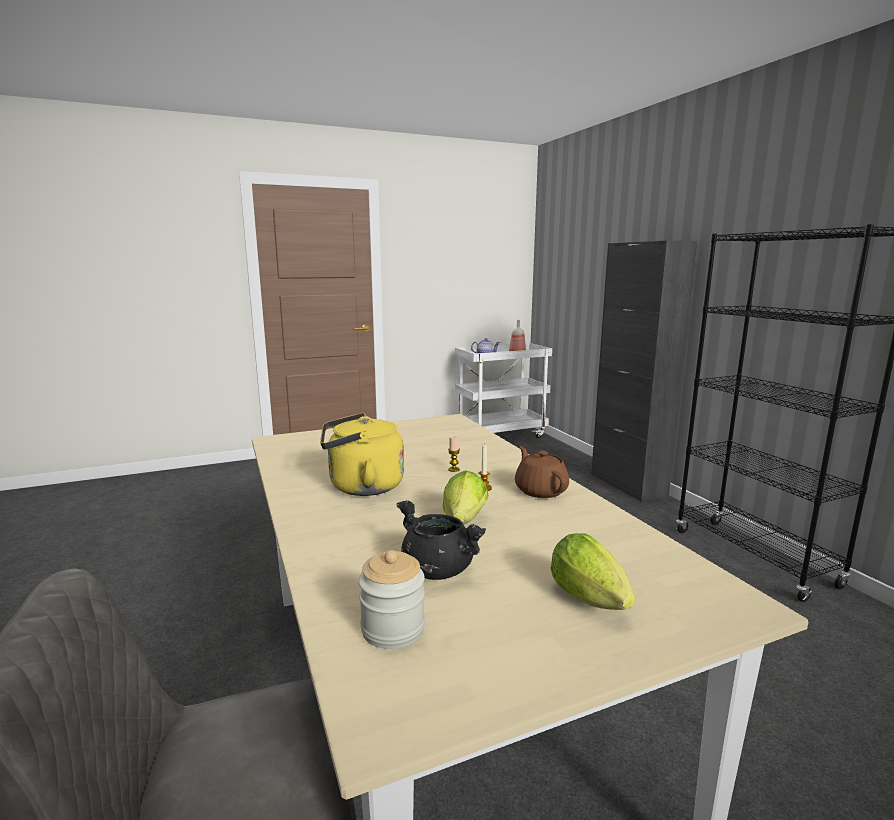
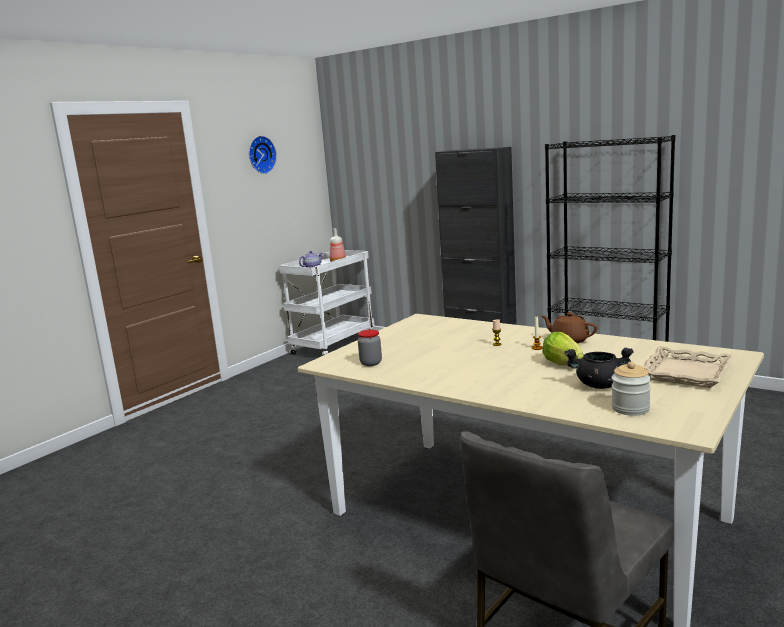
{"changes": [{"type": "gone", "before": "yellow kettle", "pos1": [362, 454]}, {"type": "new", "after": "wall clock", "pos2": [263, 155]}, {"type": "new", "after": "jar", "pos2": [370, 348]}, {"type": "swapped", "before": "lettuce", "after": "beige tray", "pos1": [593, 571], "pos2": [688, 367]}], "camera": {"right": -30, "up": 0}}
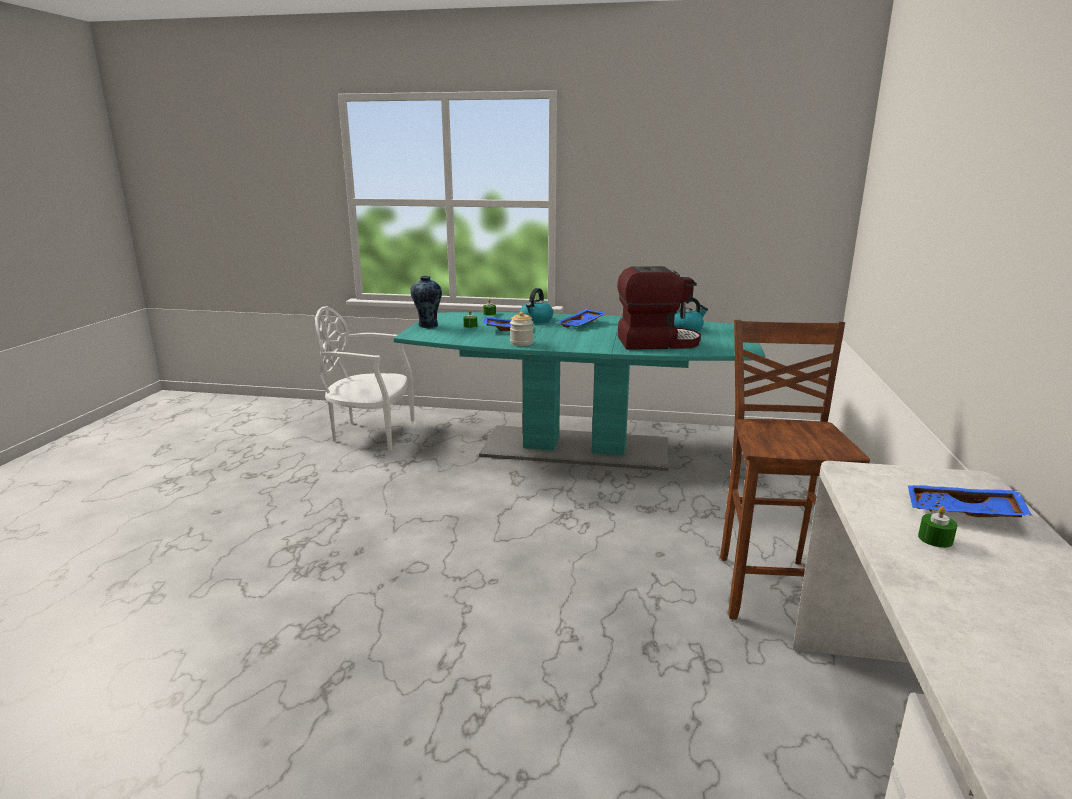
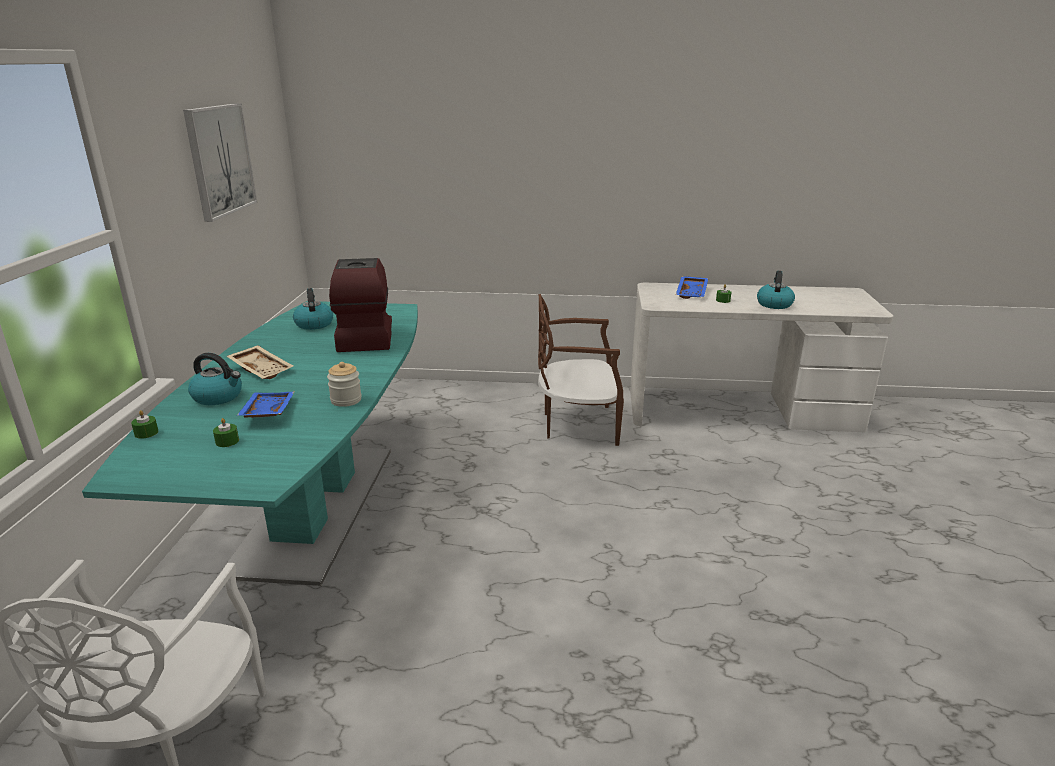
{"changes": [{"type": "gone", "before": "vase", "pos1": [426, 302]}, {"type": "new", "after": "picture", "pos2": [220, 162]}, {"type": "new", "after": "kettle", "pos2": [776, 290]}, {"type": "swapped", "before": "brown stool", "after": "brown chair", "pos1": [795, 469], "pos2": [581, 370]}, {"type": "repainted", "before": "blue tray", "after": "beige tray", "pos1": [581, 318], "pos2": [259, 362]}], "camera": {"right": -95, "up": 5}}
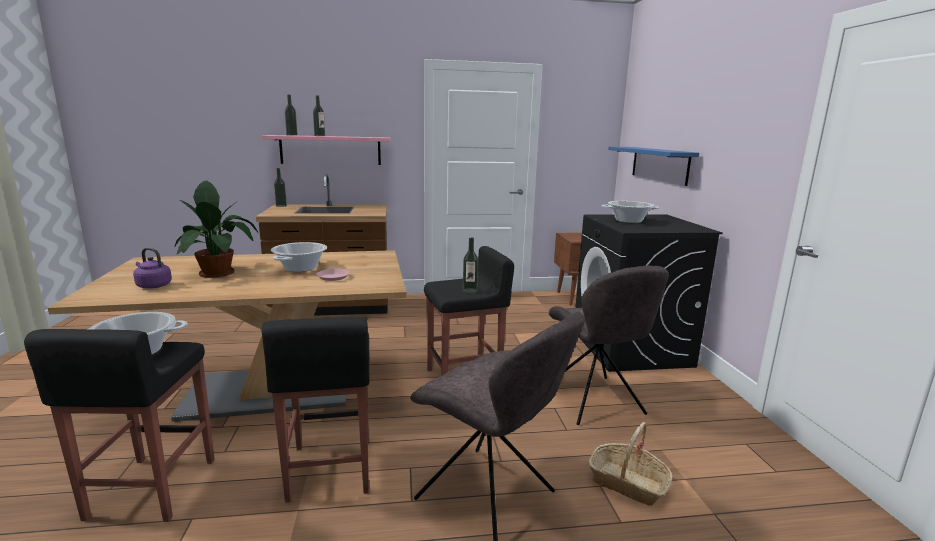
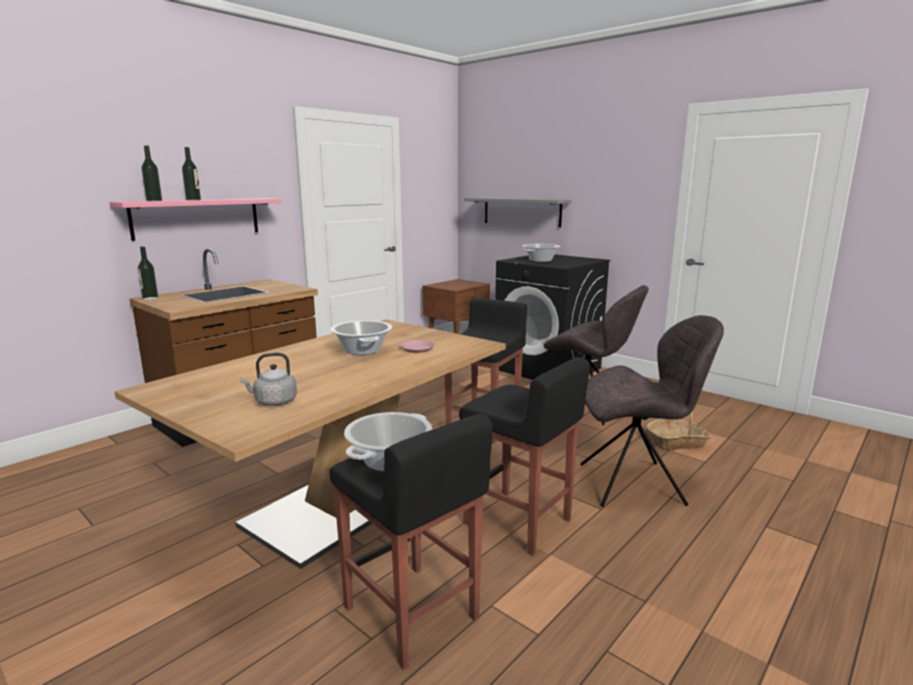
{"changes": [{"type": "gone", "before": "potted plant", "pos1": [216, 229]}, {"type": "gone", "before": "bottle", "pos1": [470, 265]}, {"type": "repainted", "before": "purple kettle", "after": "grey kettle", "pos1": [152, 268], "pos2": [268, 379]}, {"type": "repainted", "before": "blue shelf", "after": "grey shelf", "pos1": [653, 166], "pos2": [517, 212]}], "camera": {"right": -40, "up": 0}}
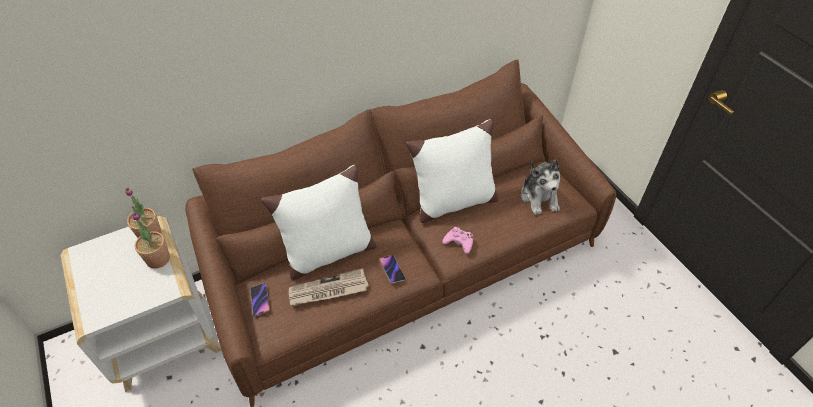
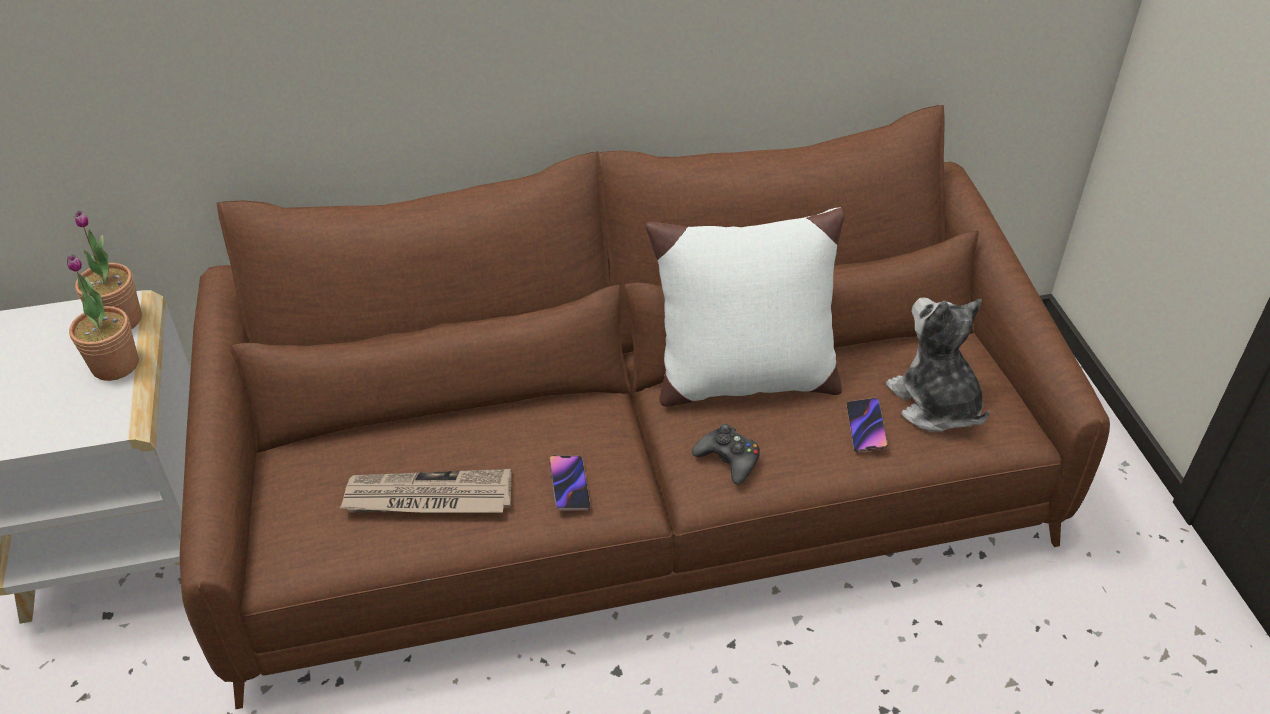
{"changes": [{"type": "gone", "before": "white pillow", "pos1": [319, 222]}, {"type": "shifted", "before": "phone", "pos1": [260, 299], "pos2": [867, 425]}, {"type": "repainted", "before": "pink game controller", "after": "black game controller", "pos1": [457, 240], "pos2": [726, 454]}, {"type": "rotated", "before": "plush toy", "pos1": [540, 187], "pos2": [938, 364], "turn": 150}], "camera": {"right": 15, "up": -5}}
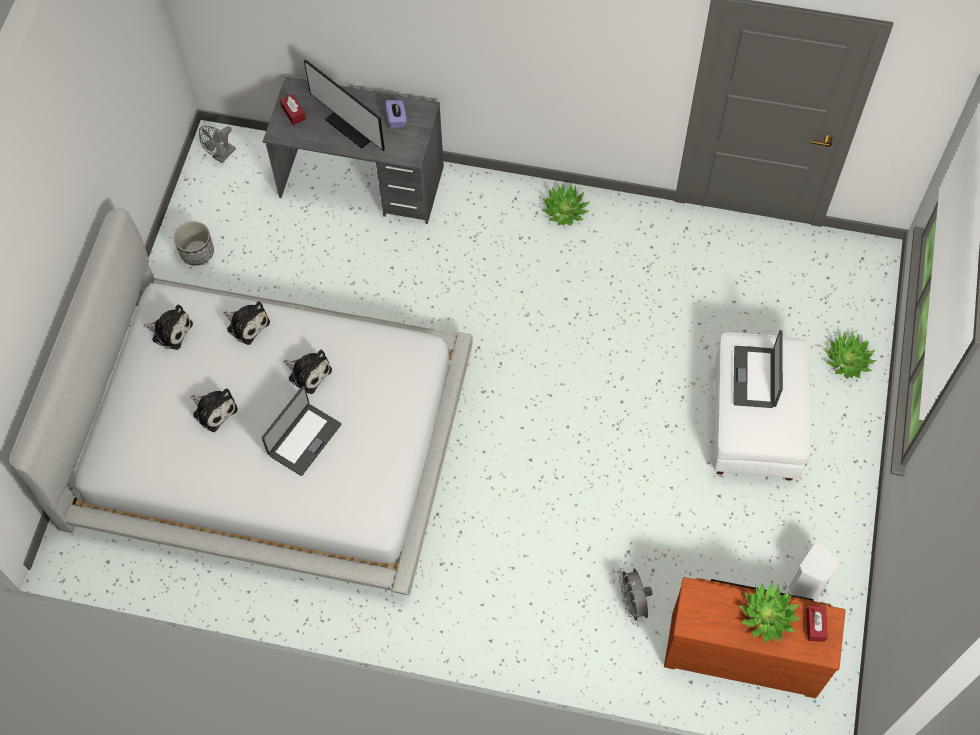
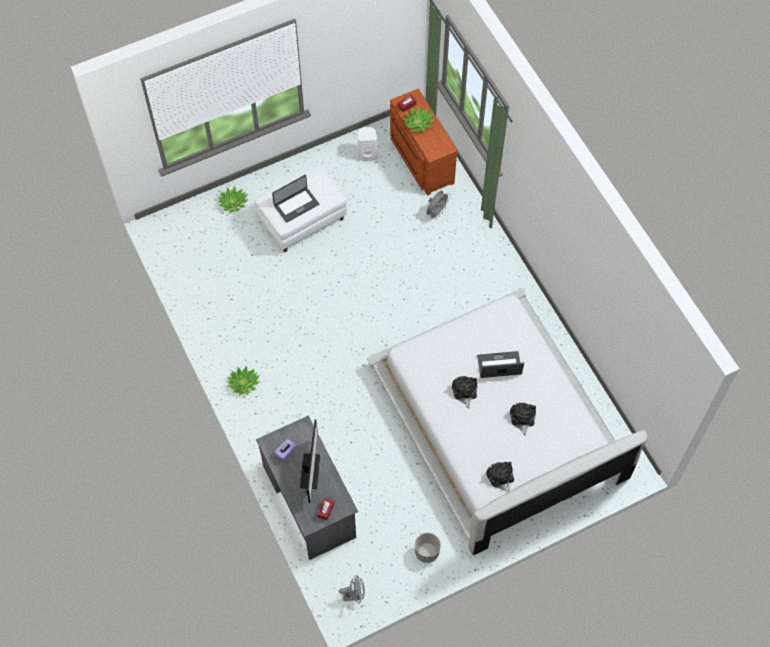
{"changes": [{"type": "gone", "before": "plush toy", "pos1": [246, 323]}], "camera": {"right": -130, "up": 0}}
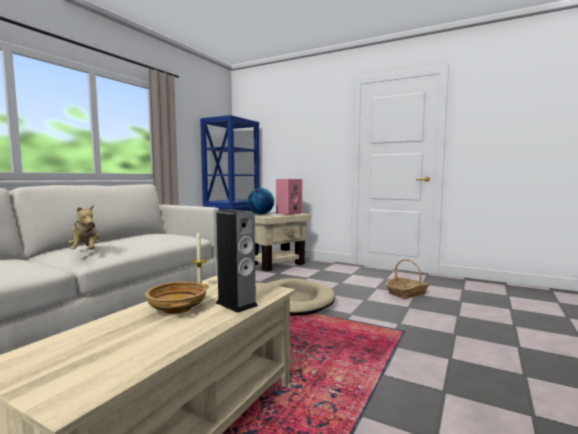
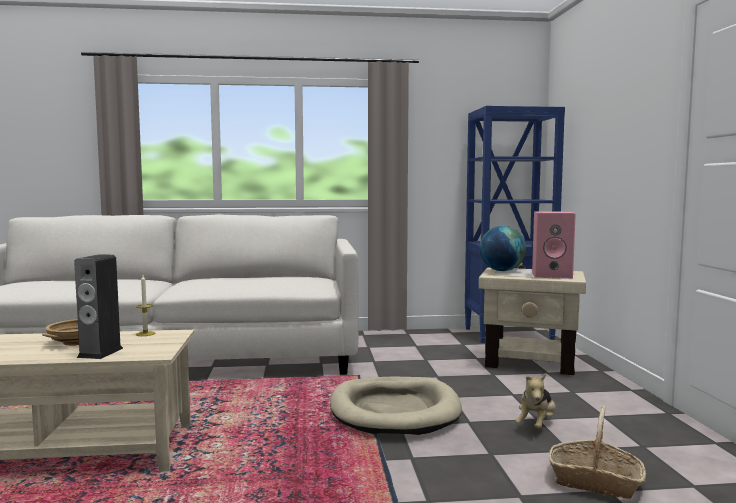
{"changes": [{"type": "shifted", "before": "plush toy", "pos1": [84, 226], "pos2": [535, 401]}], "camera": {"right": 55, "up": 0}}
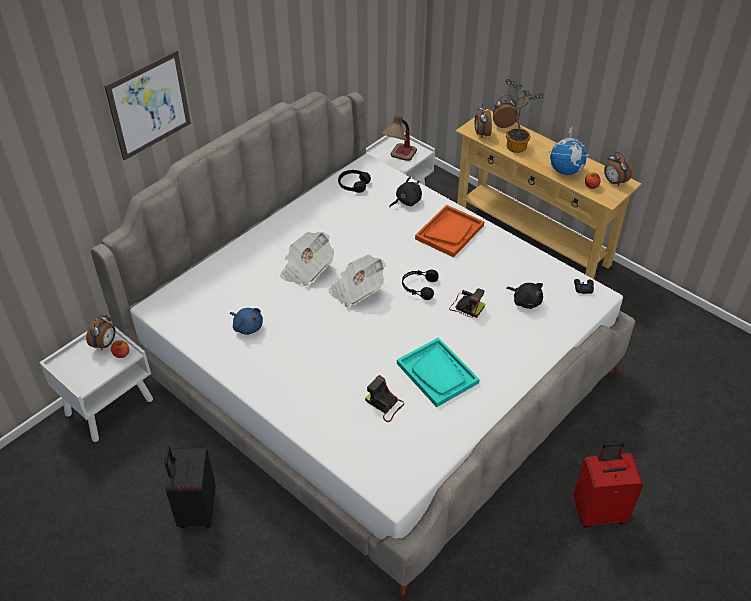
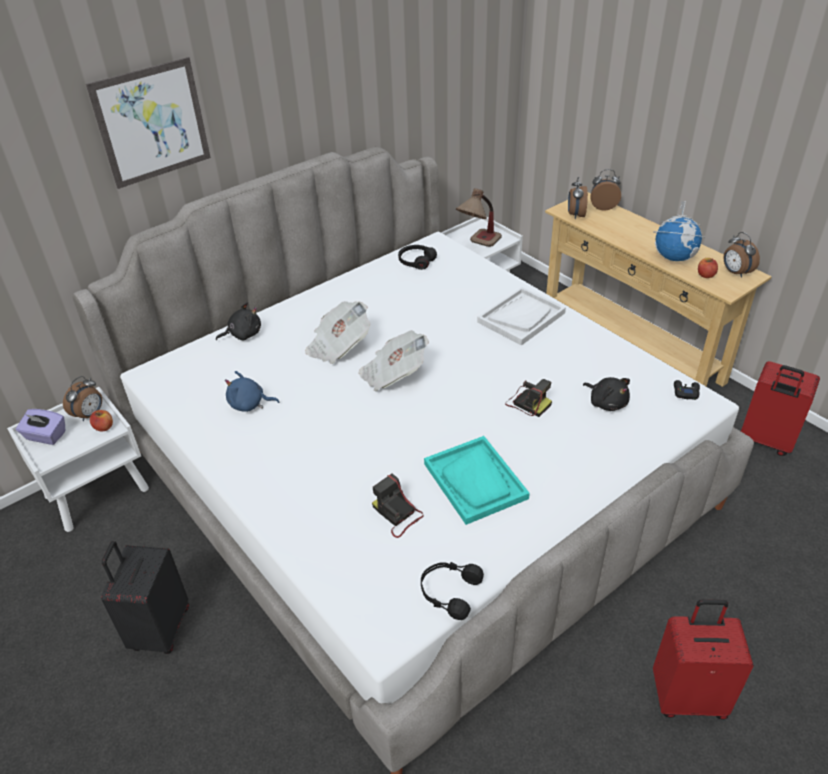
{"changes": [{"type": "gone", "before": "potted plant", "pos1": [525, 116]}, {"type": "new", "after": "purple tissue box", "pos2": [40, 427]}, {"type": "new", "after": "red suitcase", "pos2": [780, 408]}, {"type": "shifted", "before": "black plush toy", "pos1": [405, 192], "pos2": [238, 321]}, {"type": "shifted", "before": "black headphones", "pos1": [420, 284], "pos2": [452, 591]}, {"type": "repainted", "before": "orange tray", "after": "white tray", "pos1": [449, 231], "pos2": [521, 316]}, {"type": "rotated", "before": "blue plush toy", "pos1": [246, 321], "pos2": [252, 391], "turn": 135}], "camera": {"right": 10, "up": -5}}
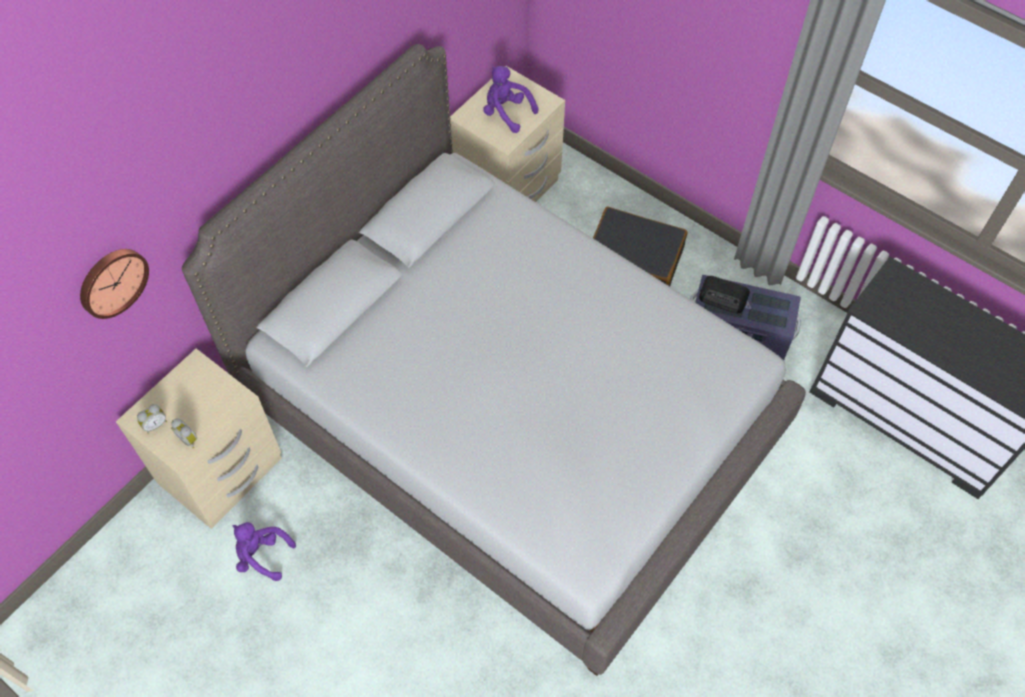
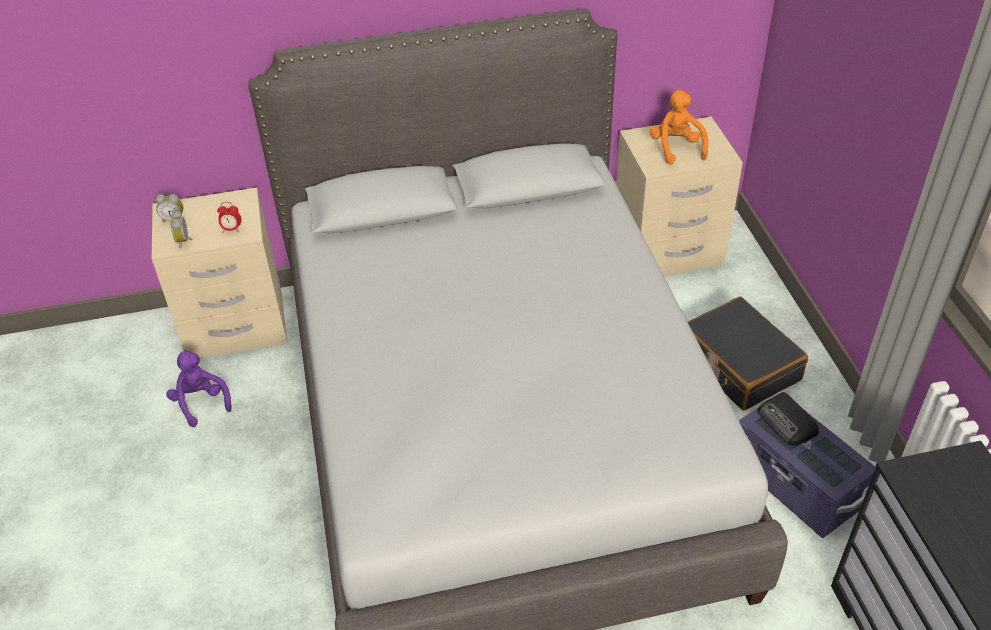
{"changes": [{"type": "gone", "before": "wall clock", "pos1": [114, 284]}, {"type": "new", "after": "alarm clock", "pos2": [229, 217]}, {"type": "repainted", "before": "purple plush toy", "after": "orange plush toy", "pos1": [511, 99], "pos2": [679, 127]}], "camera": {"right": 40, "up": -15}}
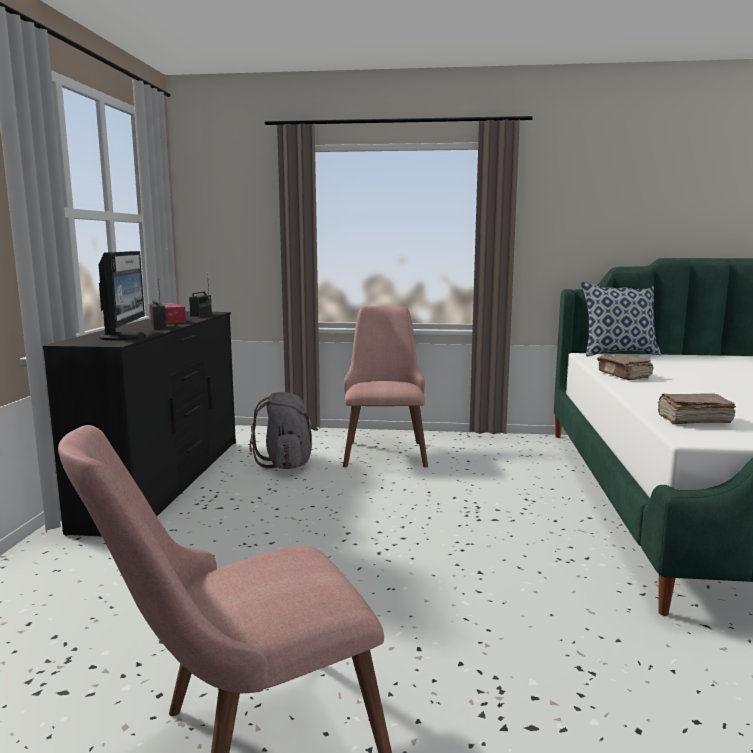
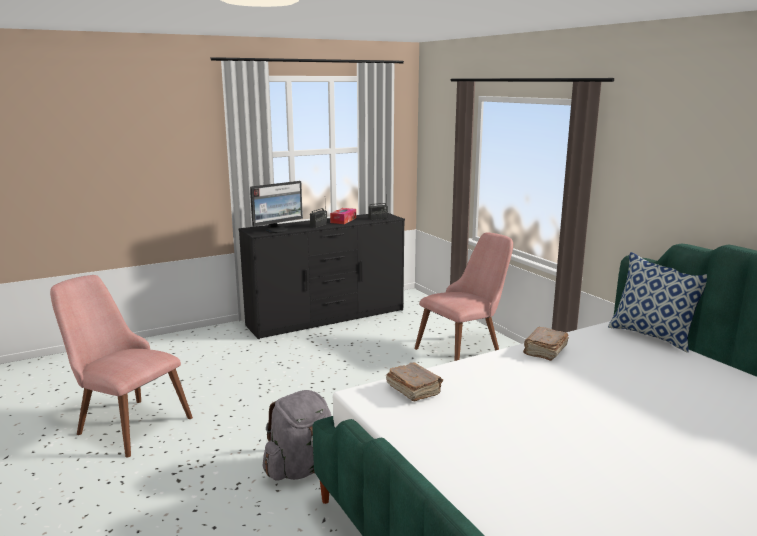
{"changes": [{"type": "shifted", "before": "grey backpack", "pos1": [284, 430], "pos2": [297, 435]}], "camera": {"right": 55, "up": 5}}
